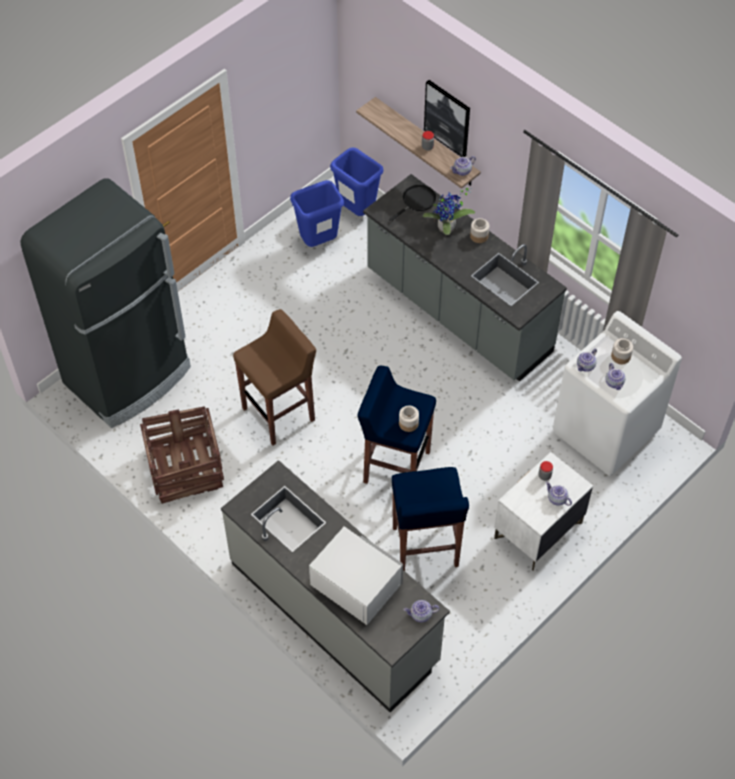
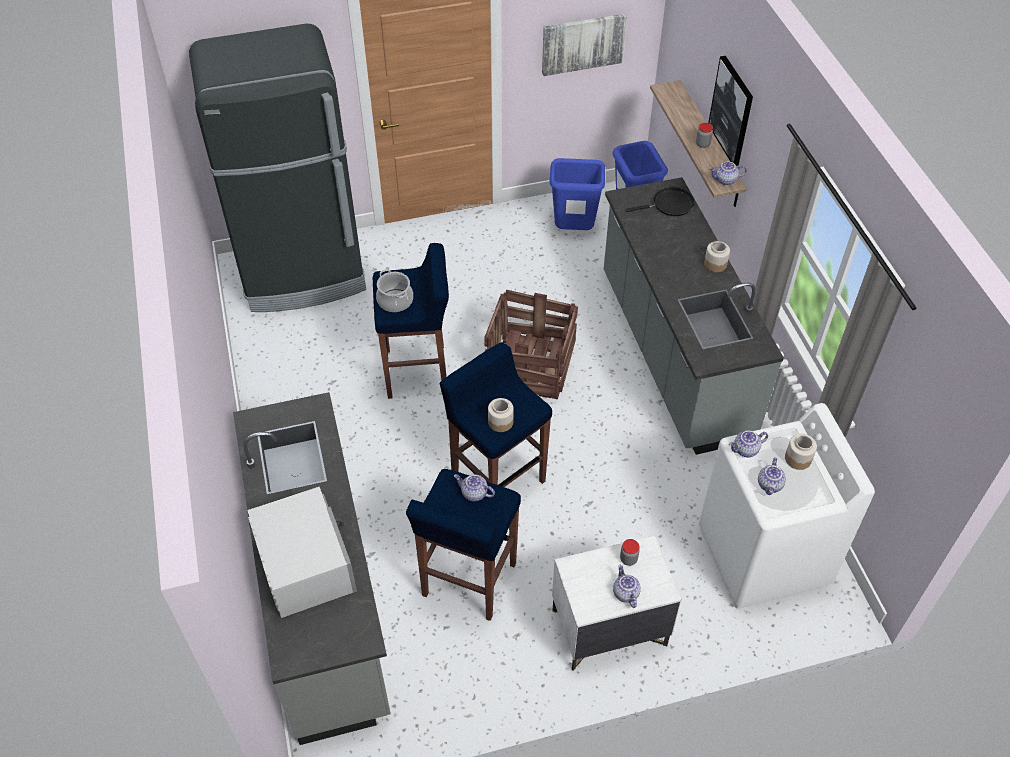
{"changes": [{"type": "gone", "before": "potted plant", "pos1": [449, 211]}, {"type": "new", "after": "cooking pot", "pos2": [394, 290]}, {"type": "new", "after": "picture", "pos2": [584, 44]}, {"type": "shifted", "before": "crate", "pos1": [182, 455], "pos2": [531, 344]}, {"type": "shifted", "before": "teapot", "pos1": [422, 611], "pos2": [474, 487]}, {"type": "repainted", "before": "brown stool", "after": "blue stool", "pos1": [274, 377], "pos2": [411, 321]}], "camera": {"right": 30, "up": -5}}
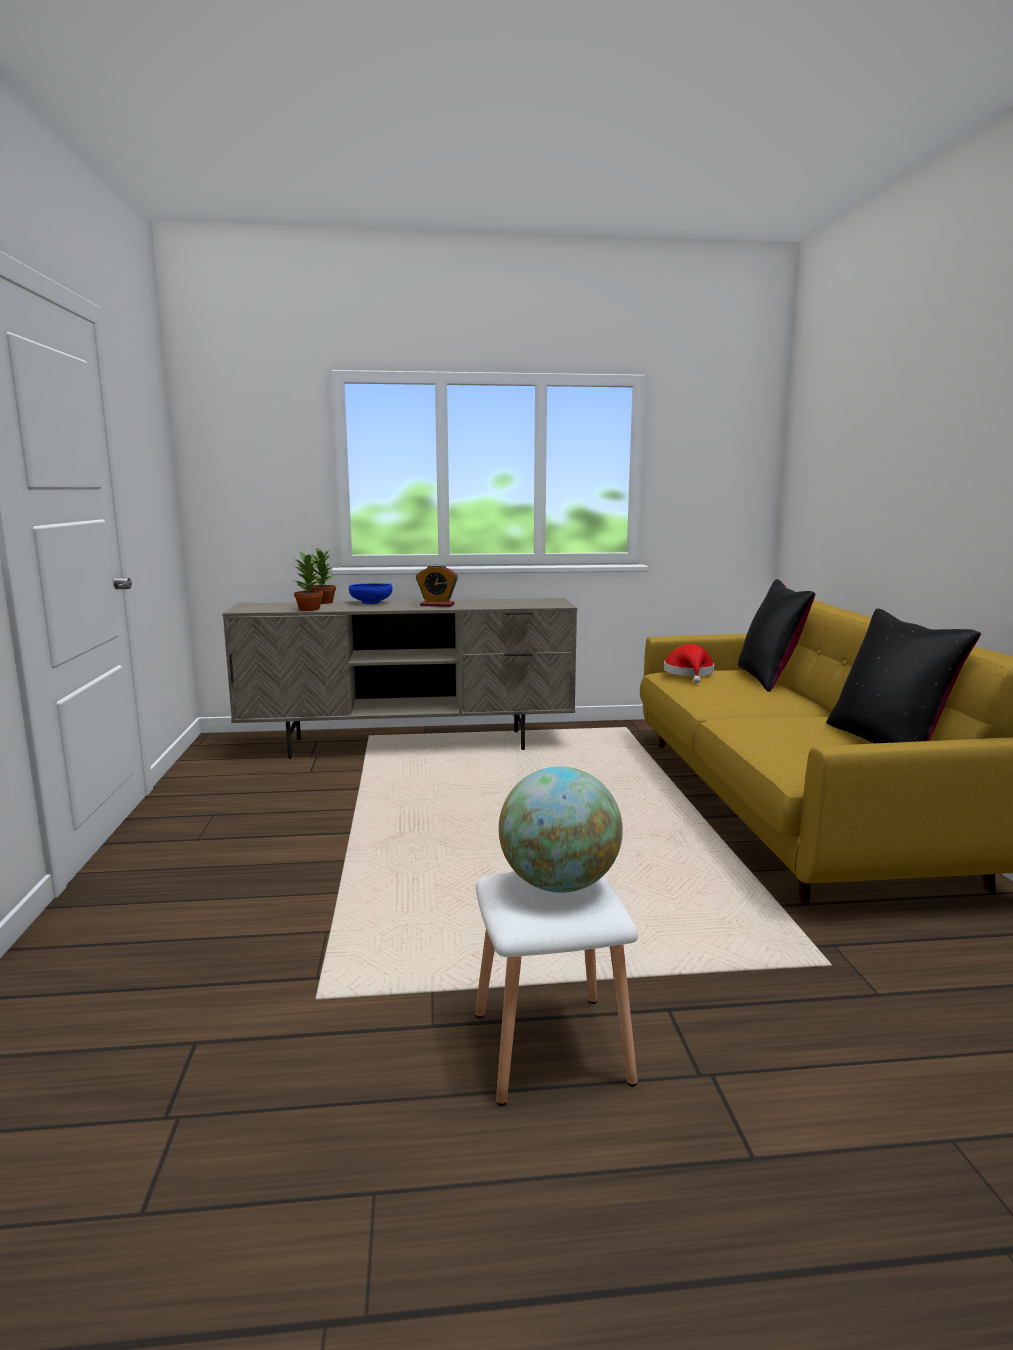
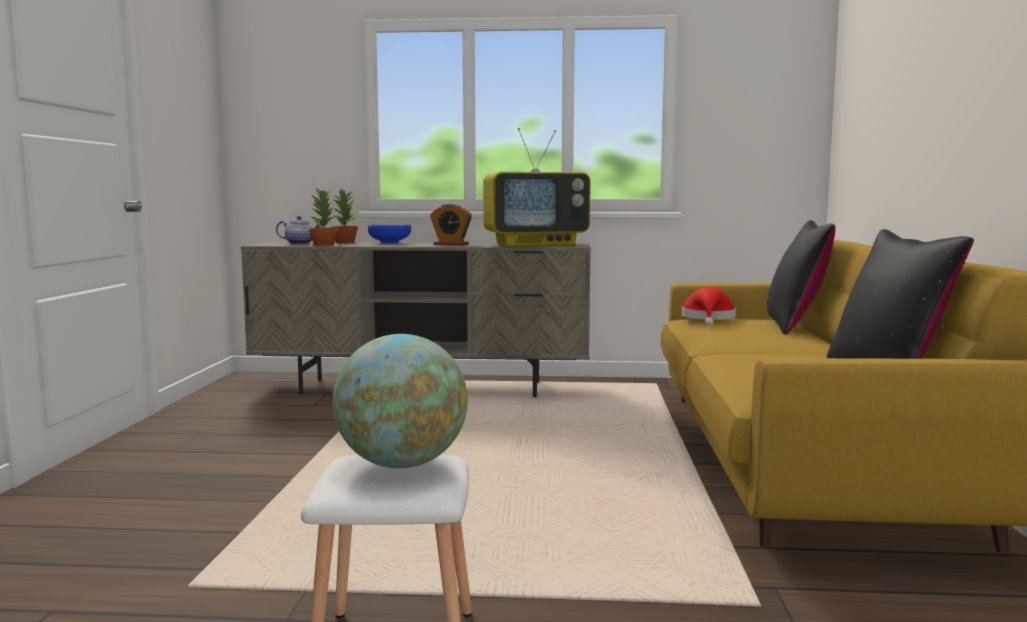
{"changes": [{"type": "new", "after": "teapot", "pos2": [298, 230]}, {"type": "new", "after": "television", "pos2": [537, 187]}], "camera": {"right": 10, "up": -5}}
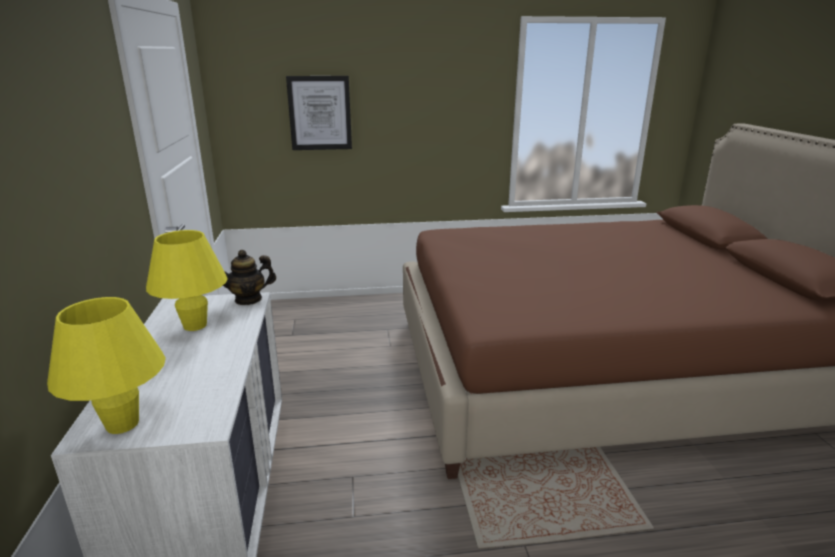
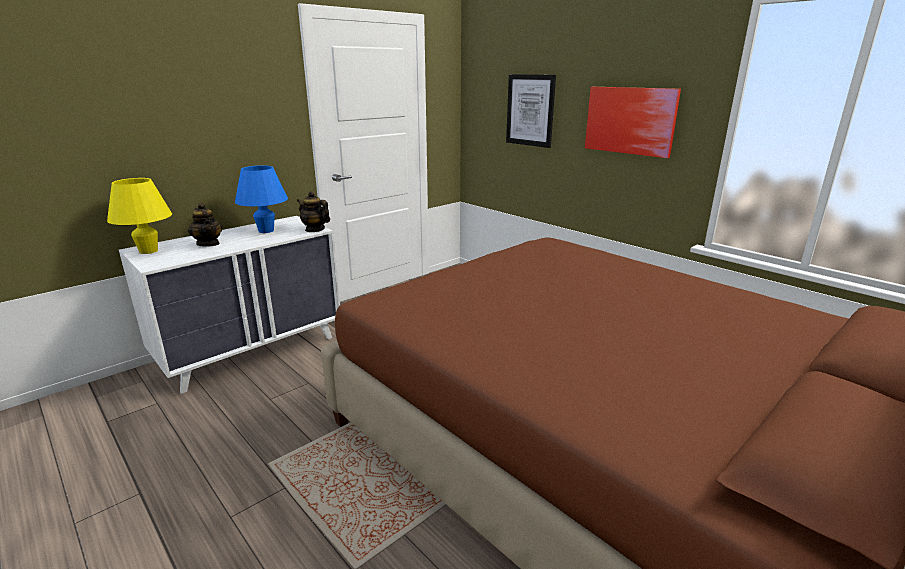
{"changes": [{"type": "new", "after": "teapot", "pos2": [205, 225]}, {"type": "new", "after": "picture", "pos2": [633, 122]}, {"type": "repainted", "before": "yellow table lamp", "after": "blue table lamp", "pos1": [187, 280], "pos2": [261, 199]}], "camera": {"right": 55, "up": 0}}
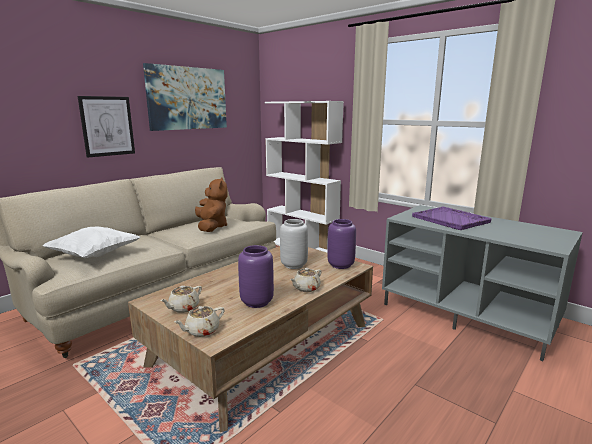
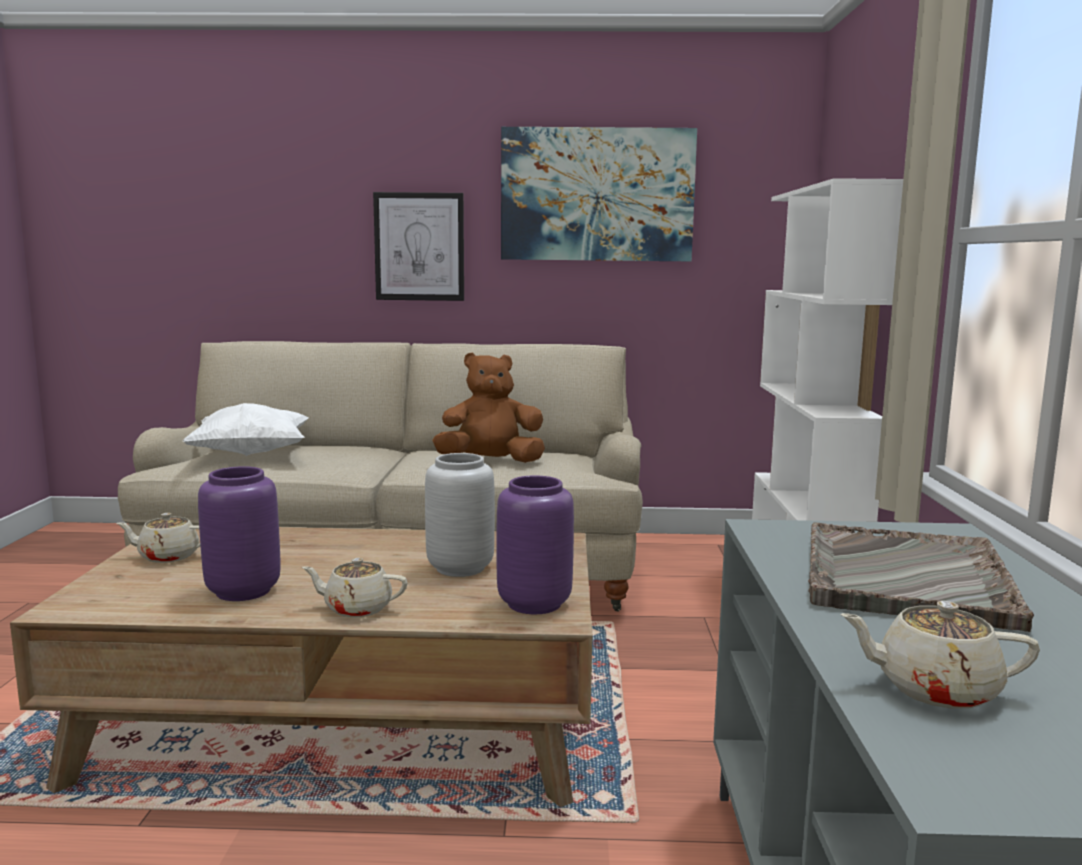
{"changes": [{"type": "shifted", "before": "beige teapot", "pos1": [199, 321], "pos2": [940, 655]}, {"type": "repainted", "before": "purple tray", "after": "grey tray", "pos1": [452, 218], "pos2": [921, 577]}, {"type": "rotated", "before": "brown plush toy", "pos1": [211, 204], "pos2": [489, 407], "turn": -135}], "camera": {"right": 50, "up": -5}}
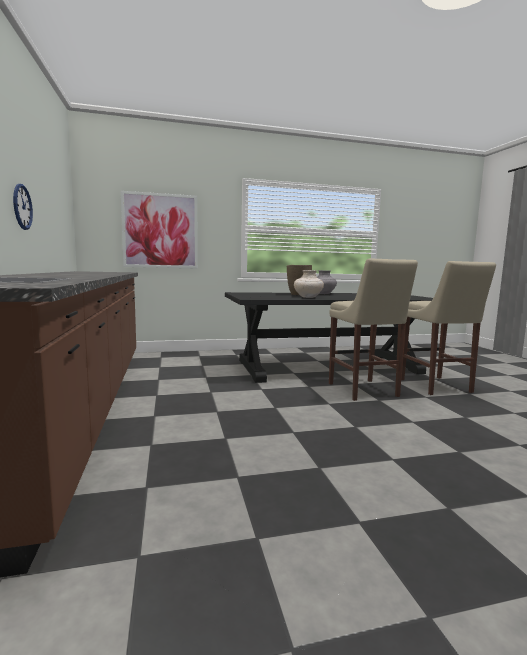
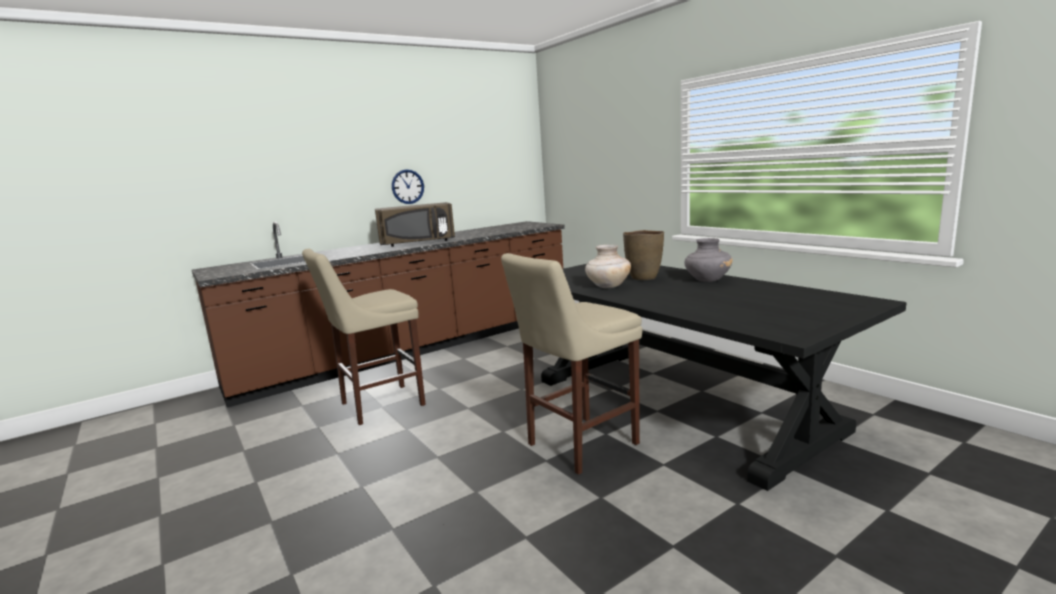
{"changes": [{"type": "gone", "before": "picture", "pos1": [159, 230]}, {"type": "new", "after": "brown microwave", "pos2": [415, 224]}, {"type": "shifted", "before": "beige stool", "pos1": [448, 328], "pos2": [364, 337]}], "camera": {"right": 70, "up": 5}}
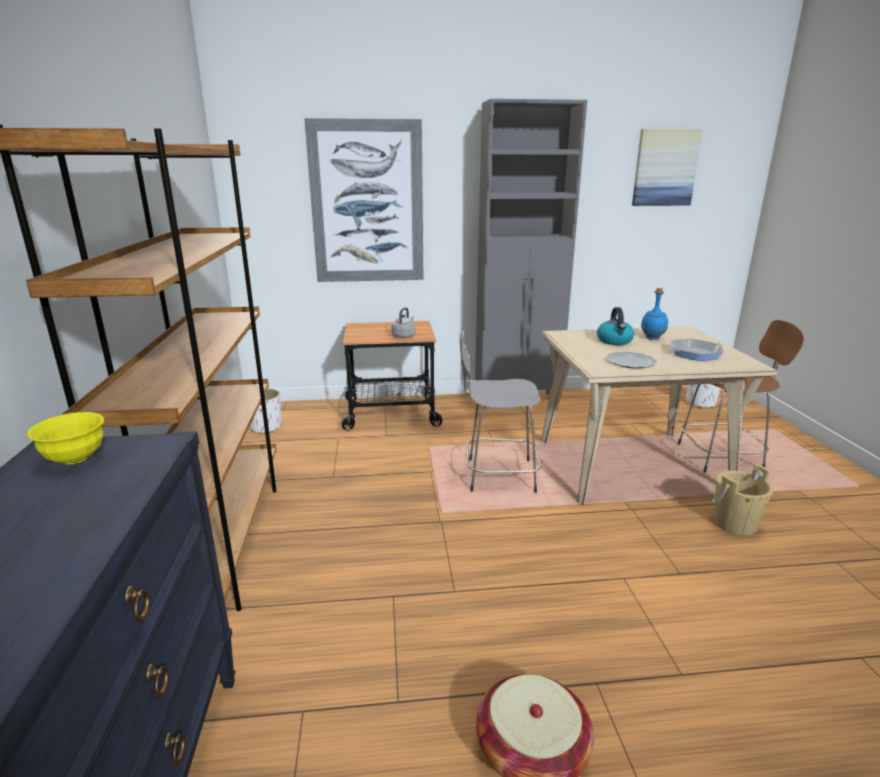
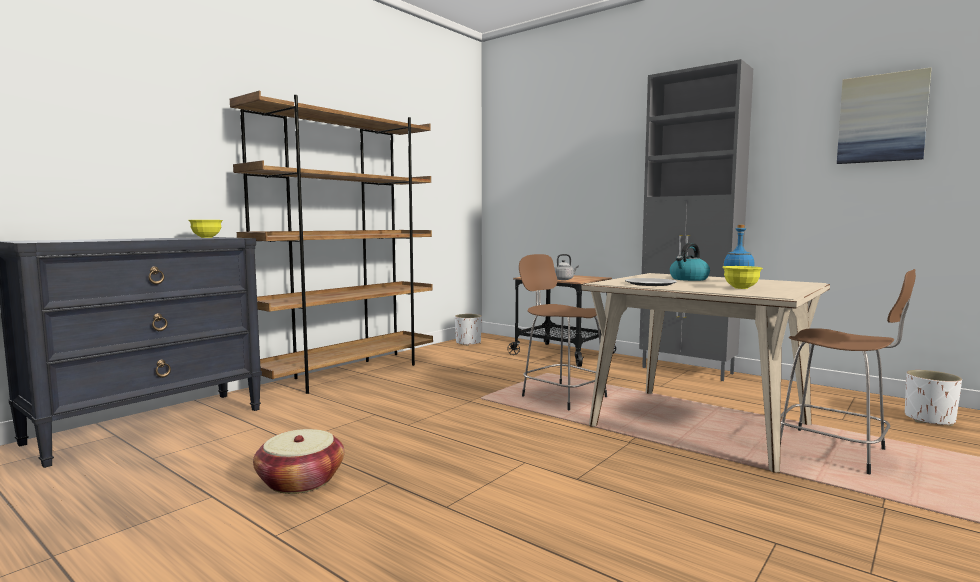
{"changes": [{"type": "gone", "before": "picture", "pos1": [363, 200]}, {"type": "gone", "before": "beige bucket", "pos1": [742, 500]}, {"type": "swapped", "before": "frying pan", "after": "yellow bowl", "pos1": [697, 350], "pos2": [743, 277]}, {"type": "repainted", "before": "grey stool", "after": "brown stool", "pos1": [500, 411], "pos2": [563, 332]}], "camera": {"right": 45, "up": -15}}
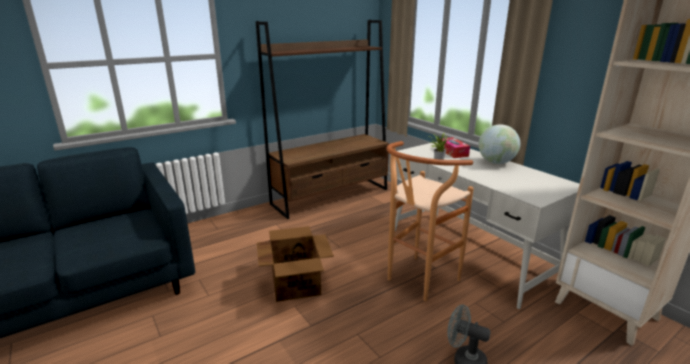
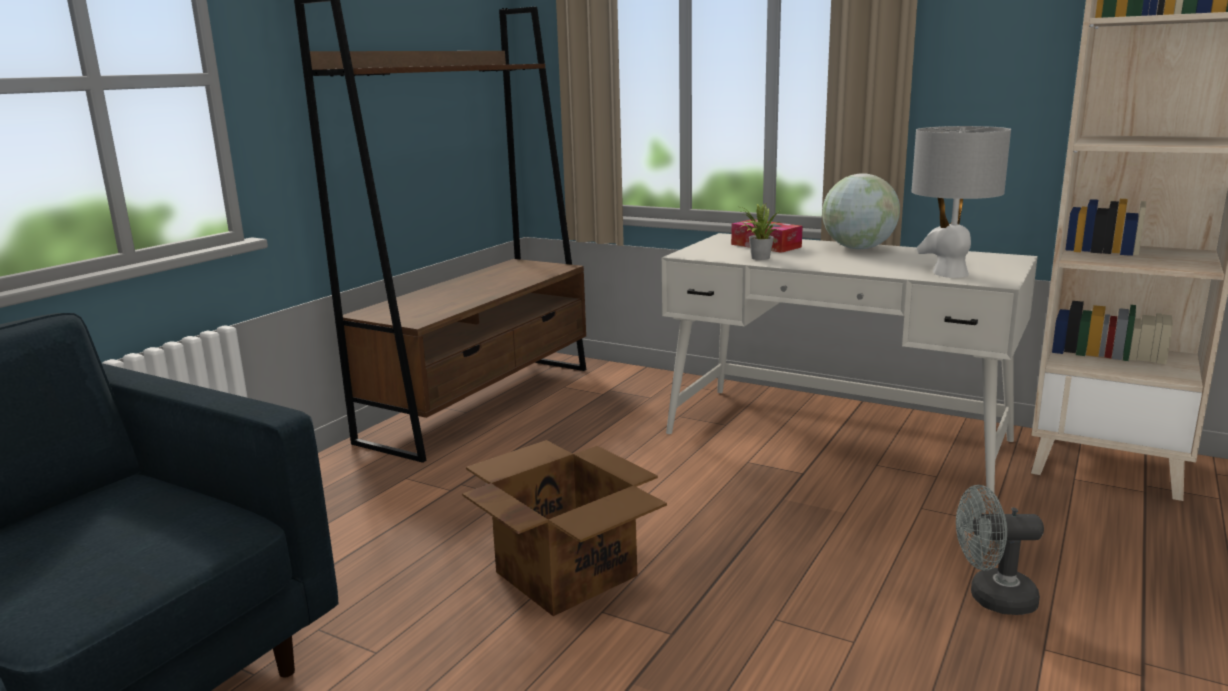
{"changes": [{"type": "gone", "before": "brown stool", "pos1": [430, 221]}, {"type": "new", "after": "grey table lamp", "pos2": [961, 202]}], "camera": {"right": -25, "up": -5}}
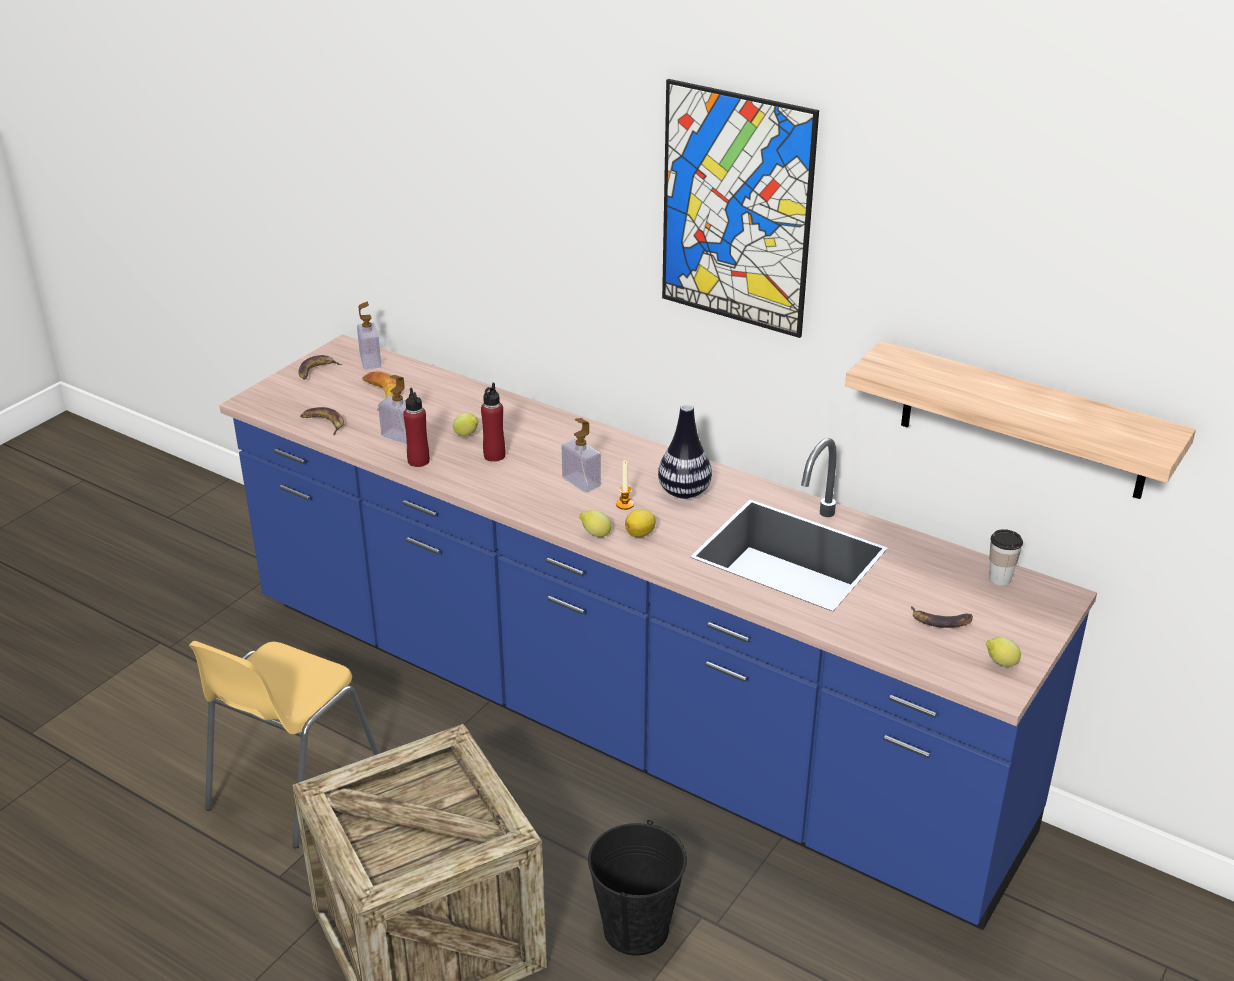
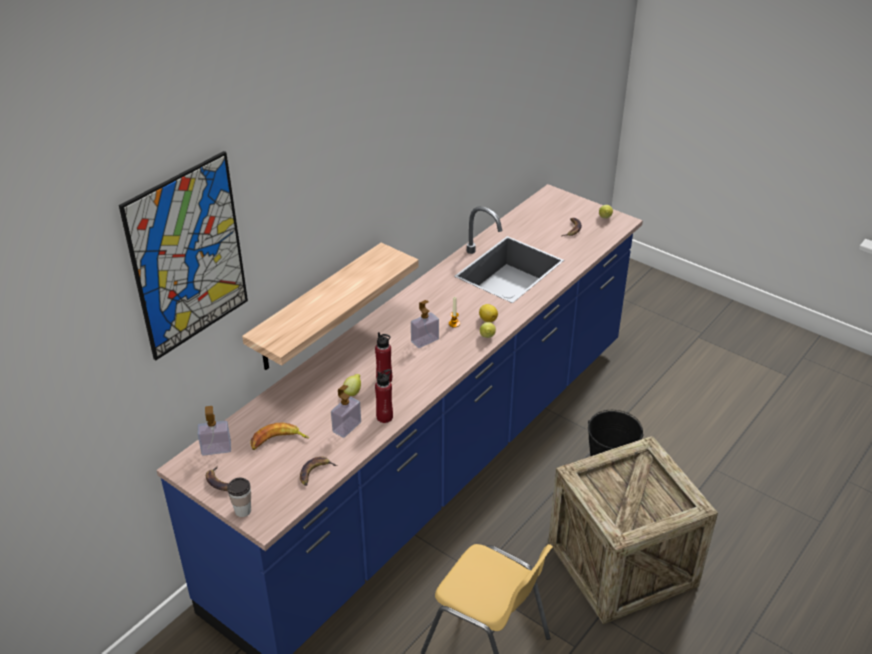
{"changes": [{"type": "gone", "before": "vase", "pos1": [685, 451]}, {"type": "shifted", "before": "picture", "pos1": [740, 208], "pos2": [183, 255]}, {"type": "shifted", "before": "shelf", "pos1": [1020, 419], "pos2": [330, 306]}, {"type": "shifted", "before": "cup", "pos1": [1006, 557], "pos2": [239, 497]}], "camera": {"right": -85, "up": 5}}
